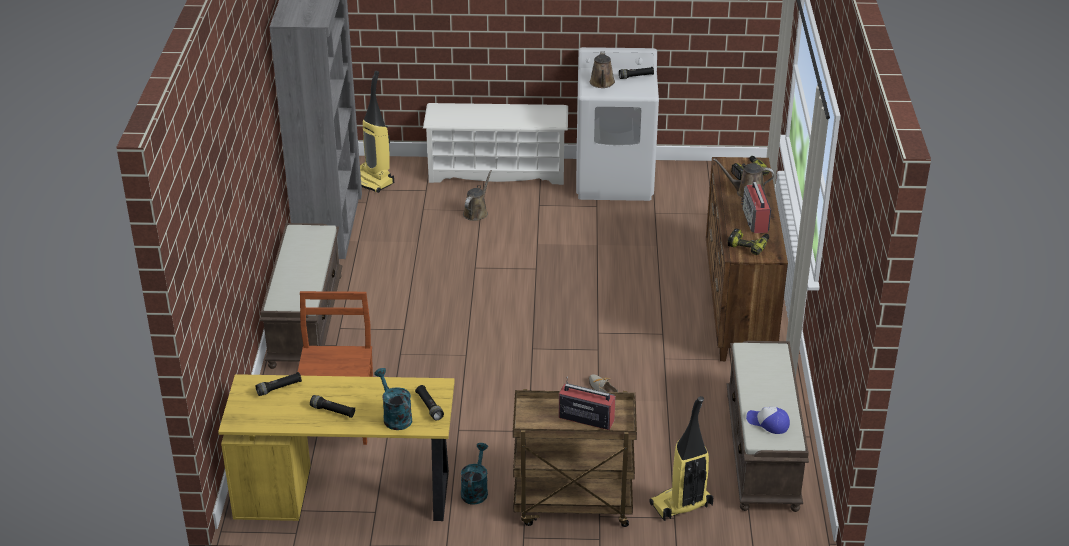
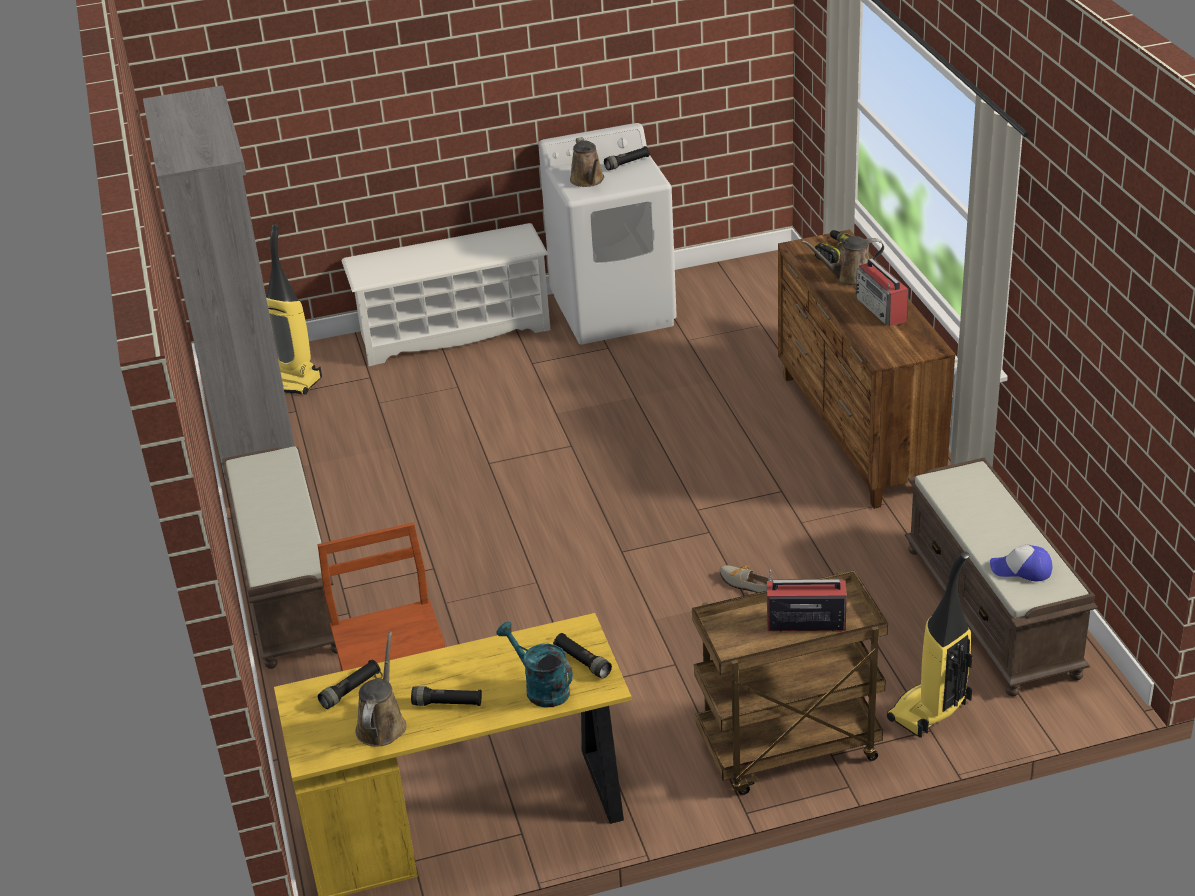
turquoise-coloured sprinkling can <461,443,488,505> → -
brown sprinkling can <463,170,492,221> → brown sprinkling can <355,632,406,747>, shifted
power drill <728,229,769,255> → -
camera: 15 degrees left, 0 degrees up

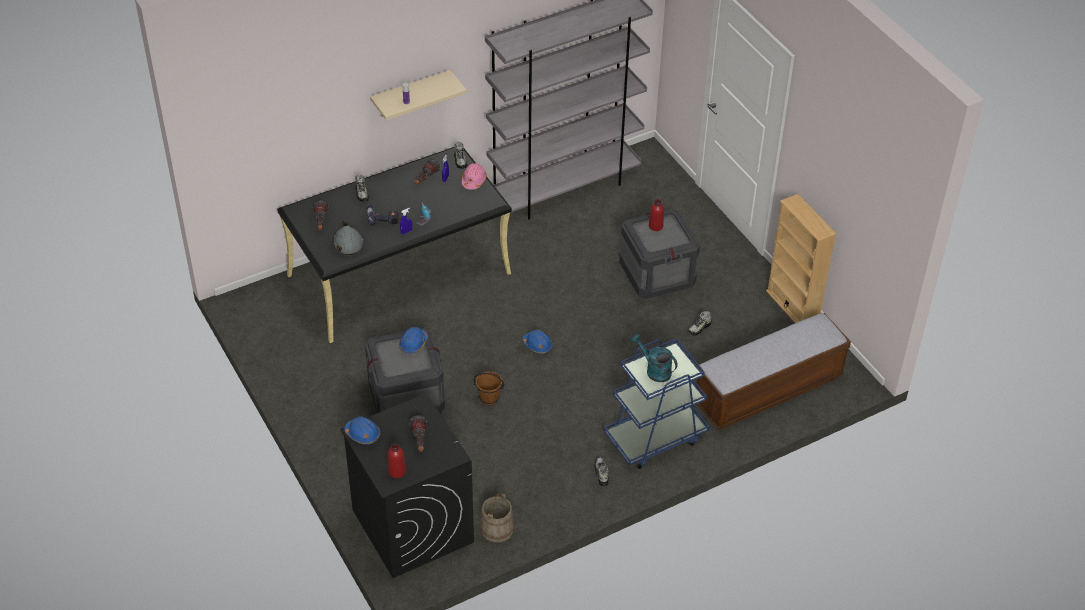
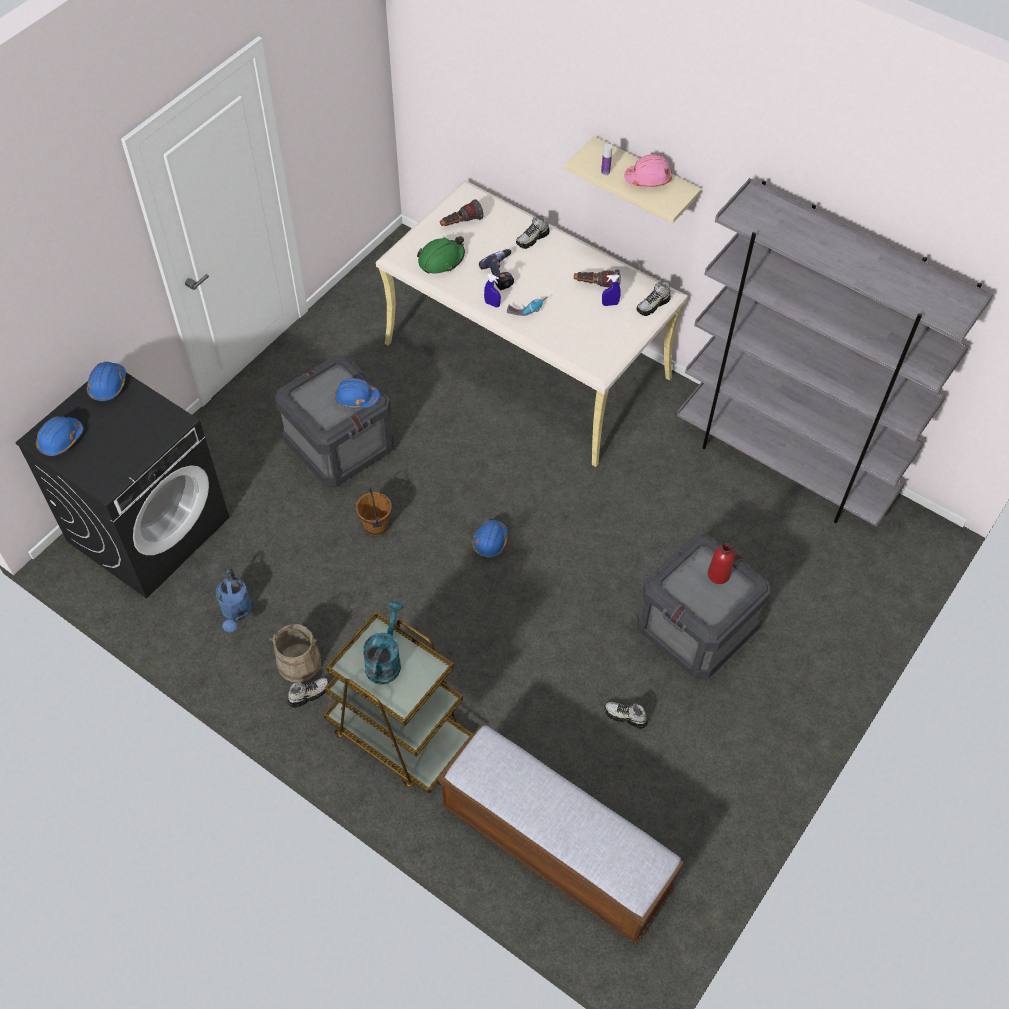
black desk unit <277,147,512,343> → sand-coloured desk unit <376,180,688,467>
grey safety helmet <333,221,364,255> → greenish safety helmet <417,236,465,274>
red drink bottle <388,443,406,478> → bluish safety helmet <36,416,83,456>
hand torch <409,415,427,452> → -
pinkish safety helmet <461,163,487,190> → pinkish safety helmet <624,154,672,187>, shifted
sand-coloured pail <480,493,514,543> → sand-coloured pail <269,624,321,682>, shifted
bluish trolley <604,338,709,469> → brown trolley <323,611,473,794>
sand-coloured bookshelf <766,194,837,323> → -
- → bluish sprinkling can <216,569,252,633>
camera: 65 degrees right, 10 degrees up

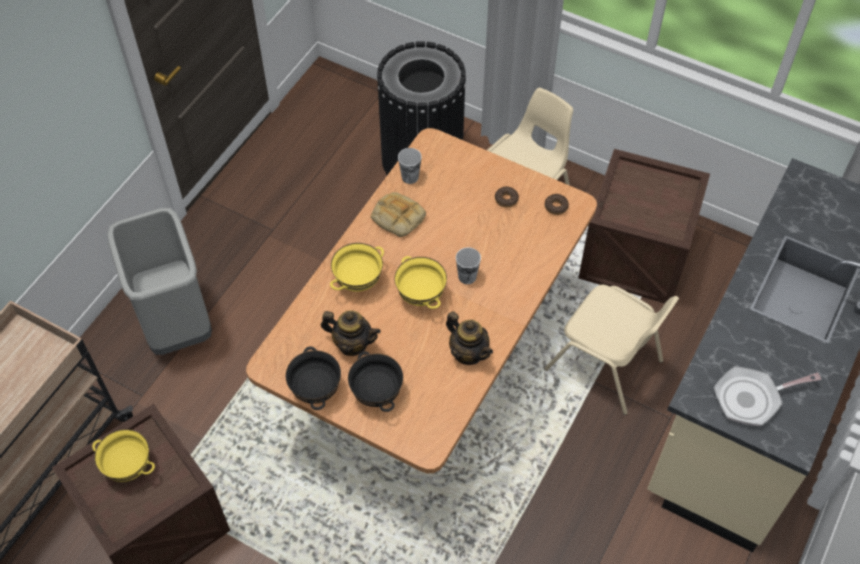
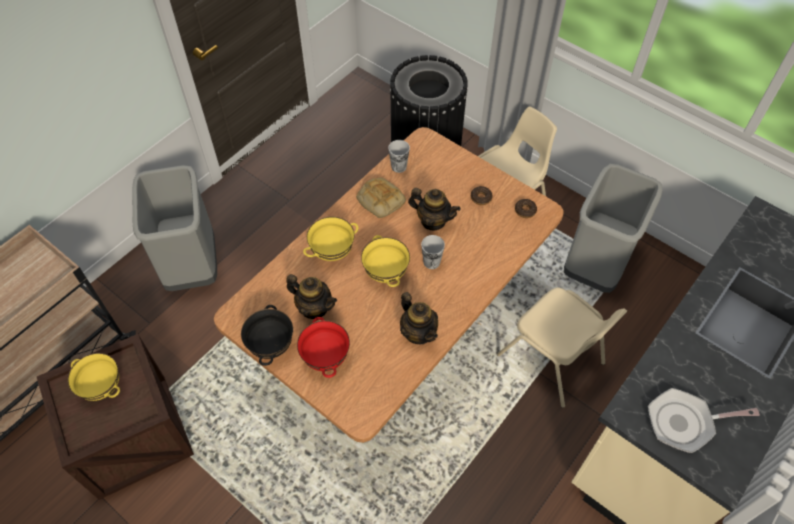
black serving bowl <348,351,403,412> → red serving bowl <297,317,350,378>
packing crate <578,149,710,303> → grey trash can <564,163,663,293>
- → pot for tea <408,188,460,230>
camera: 10 degrees right, 0 degrees up

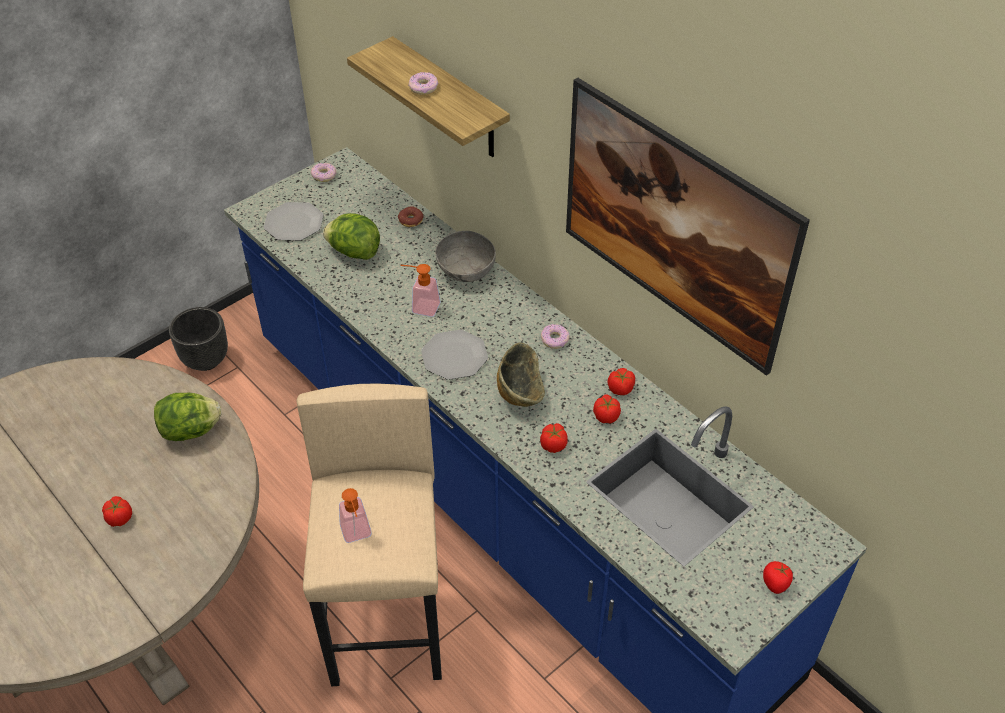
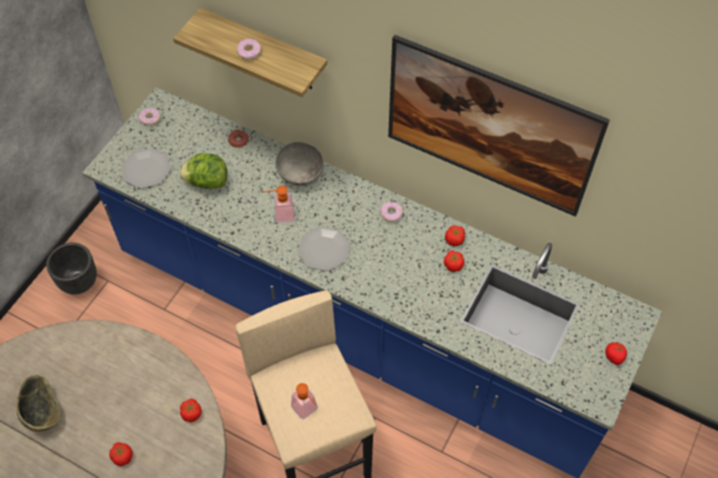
head of lettuce <154,393,221,441> → -
serving bowl <497,342,545,407> → serving bowl <16,375,61,432>, shifted
fresh tomato <540,423,568,453> → fresh tomato <180,399,202,422>, shifted
camera: 20 degrees left, 10 degrees up

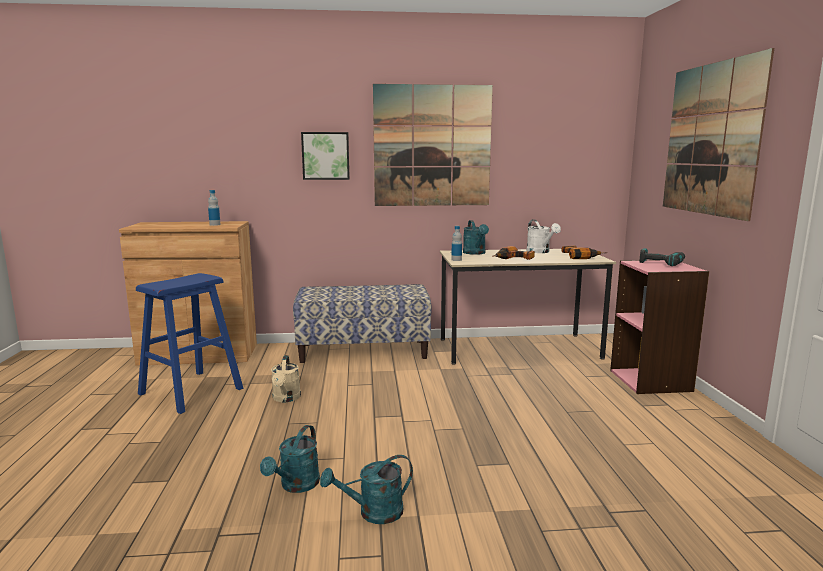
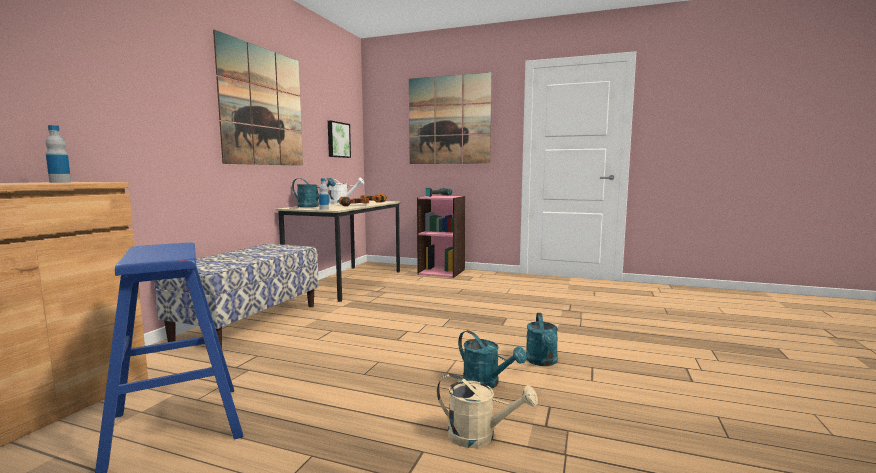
sand-coloured sprinkling can <271,355,301,402> → sand-coloured sprinkling can <437,374,538,448>, shifted
wall art <301,132,350,180> → wall art <328,121,351,158>, shifted
camera: 65 degrees left, 5 degrees down

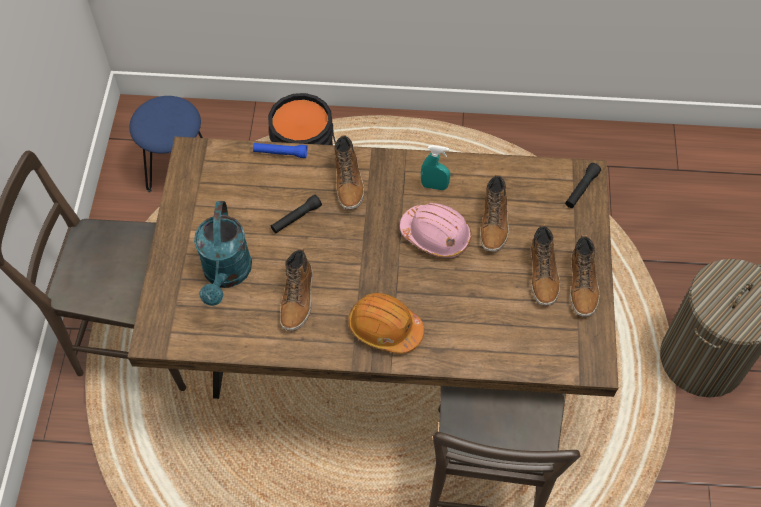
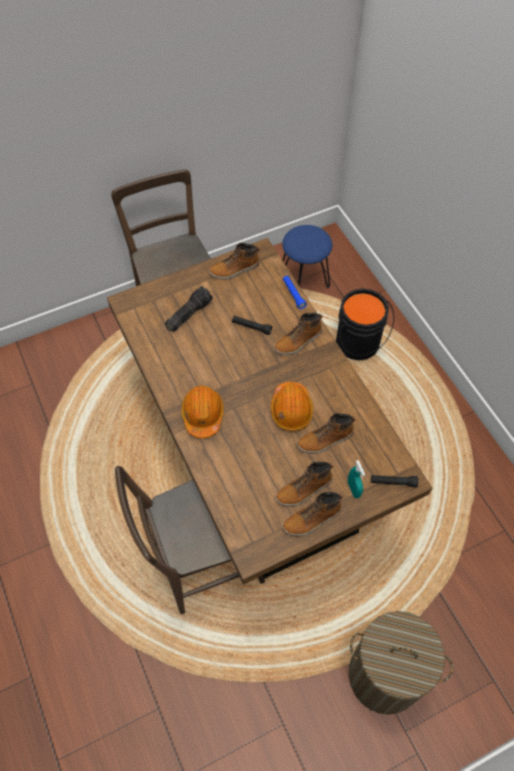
turquoise-coloured sprinkling can <194,201,252,306> → hand torch <165,286,213,332>
high-top boot <280,249,313,331> → high-top boot <209,243,259,280>, shifted
pinkish safety helmet <400,203,472,258> → orange safety helmet <271,382,313,431>
turquoise-coloured sprayer <421,145,450,190> → turquoise-coloured sprayer <348,460,365,498>, shifted
camera: 60 degrees right, 0 degrees up

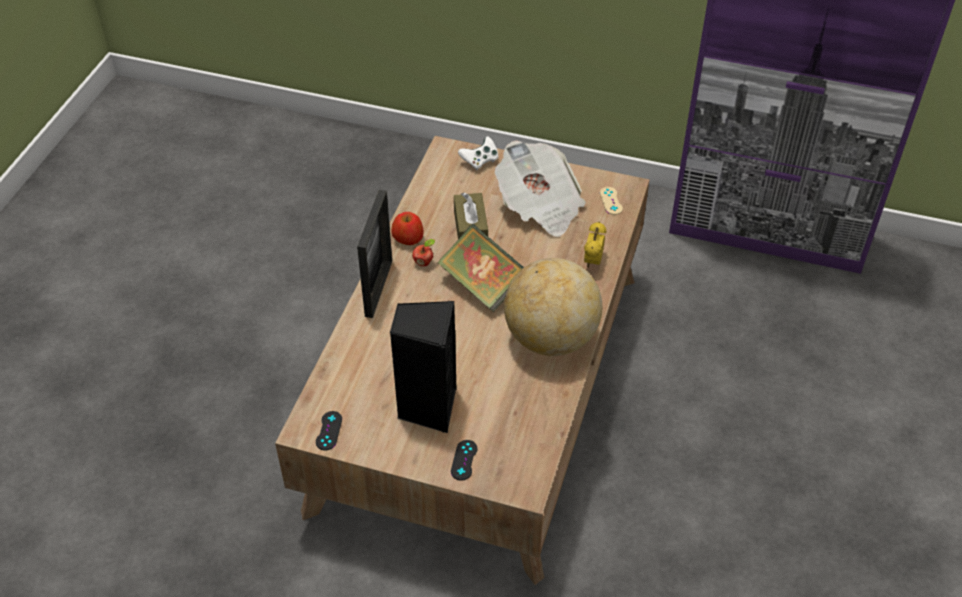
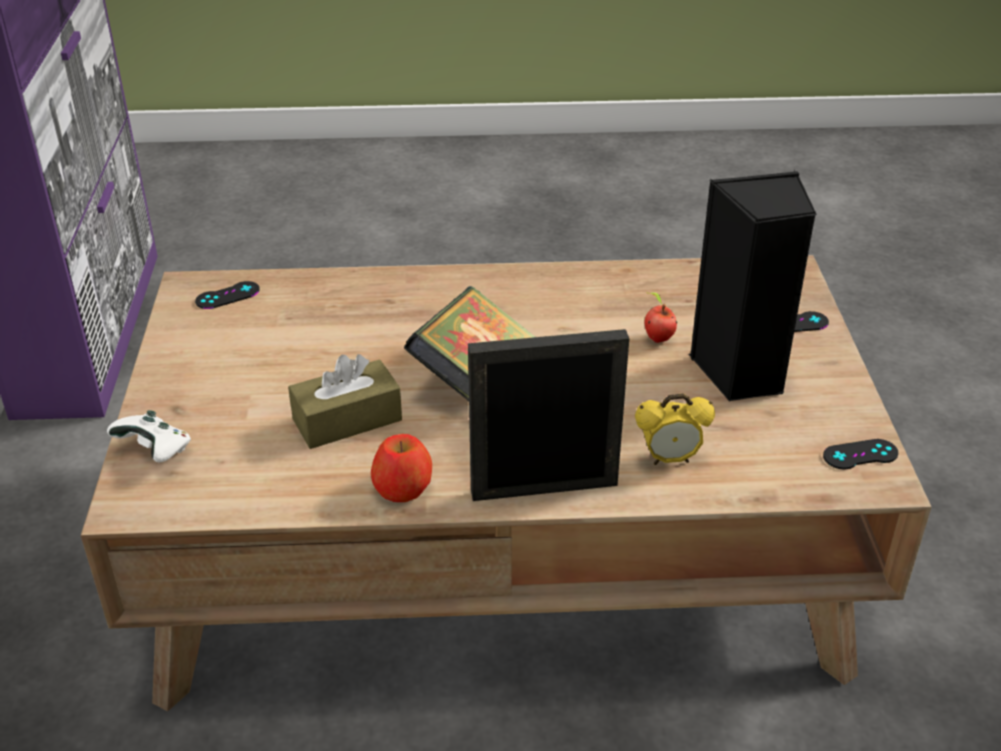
whole apple <412,239,435,266> → whole apple <644,292,677,343>, shifted
daily paper <495,140,586,237> → -
desk globe <504,258,602,356> → -
bedside clock <584,221,606,267> → bedside clock <635,393,715,465>, shifted
sand-coloured joypad <600,187,623,215> → black joypad <195,281,260,309>
camera: 110 degrees left, 10 degrees down

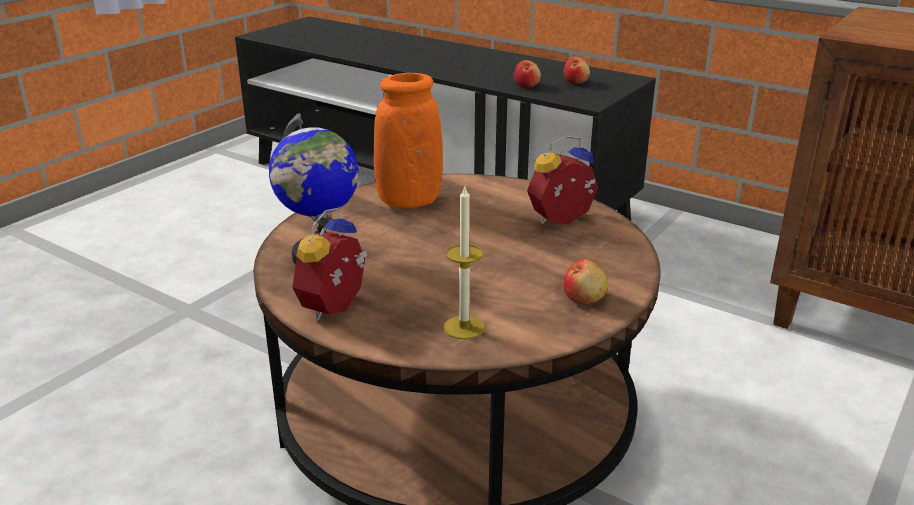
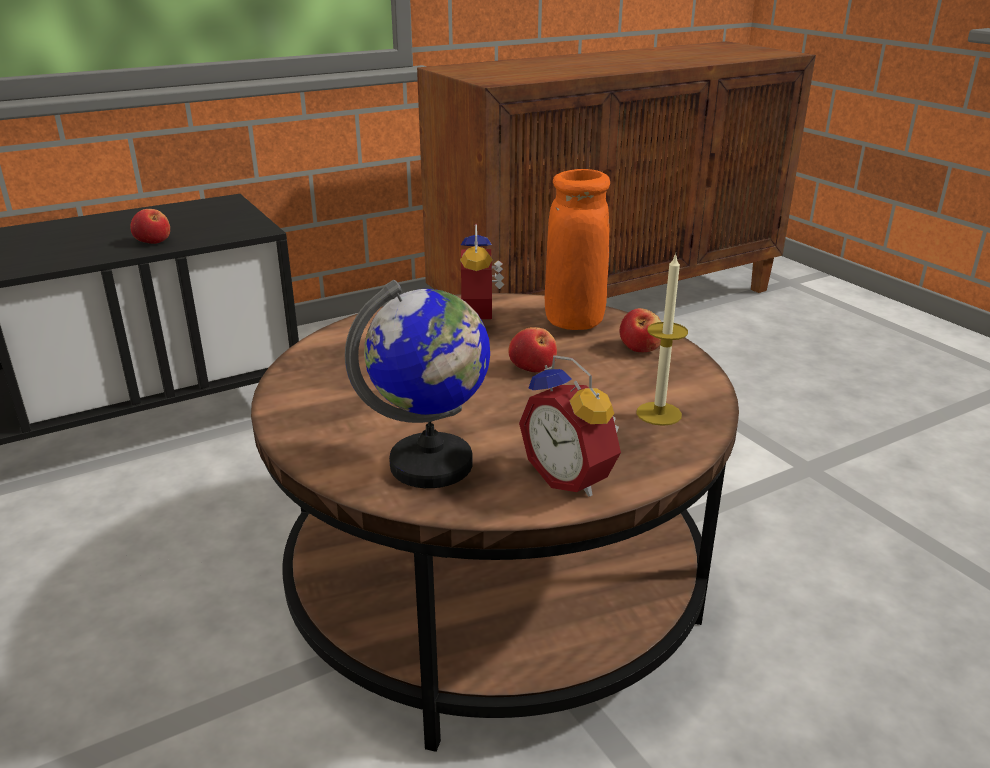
orange vase <373,73,443,208> → orange vase <545,169,610,330>, shifted
whole apple <563,57,590,84> → whole apple <509,327,557,372>, shifted
camera: 65 degrees left, 0 degrees up

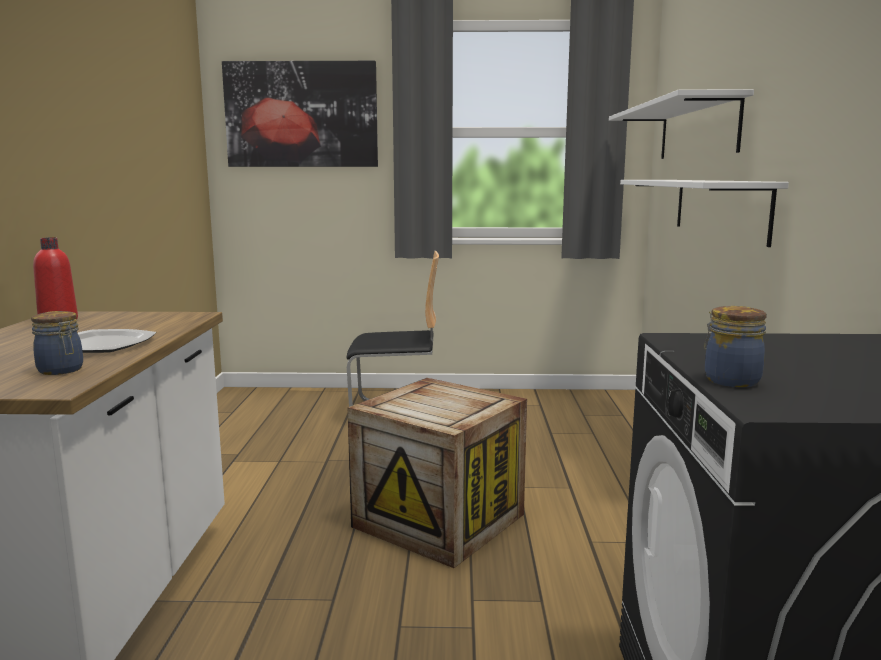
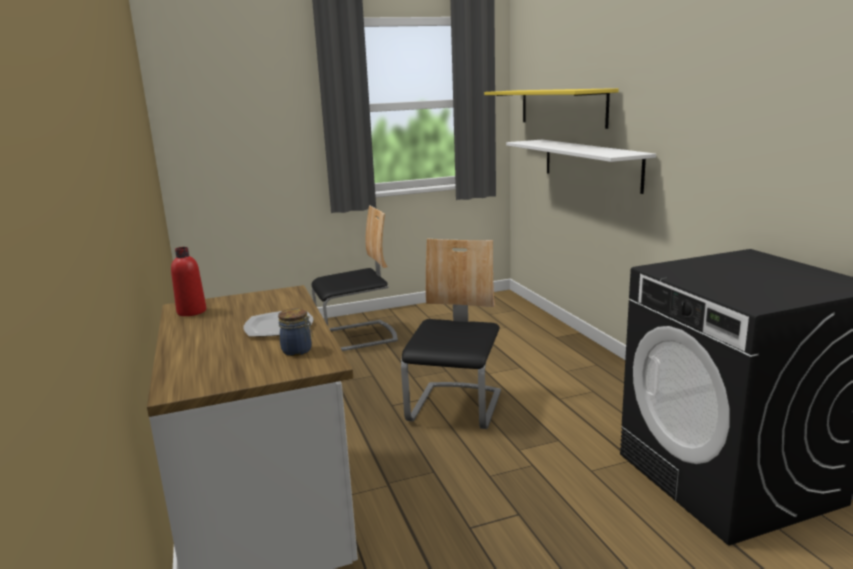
wall art <222,61,378,167> → -
packing crate <348,378,527,568> → chair <401,238,501,429>
white-coloured shelf <609,89,754,159> → yellow-coloured shelf <484,88,619,129>
preserve jar <704,306,767,387> → -
camera: 20 degrees left, 5 degrees up

